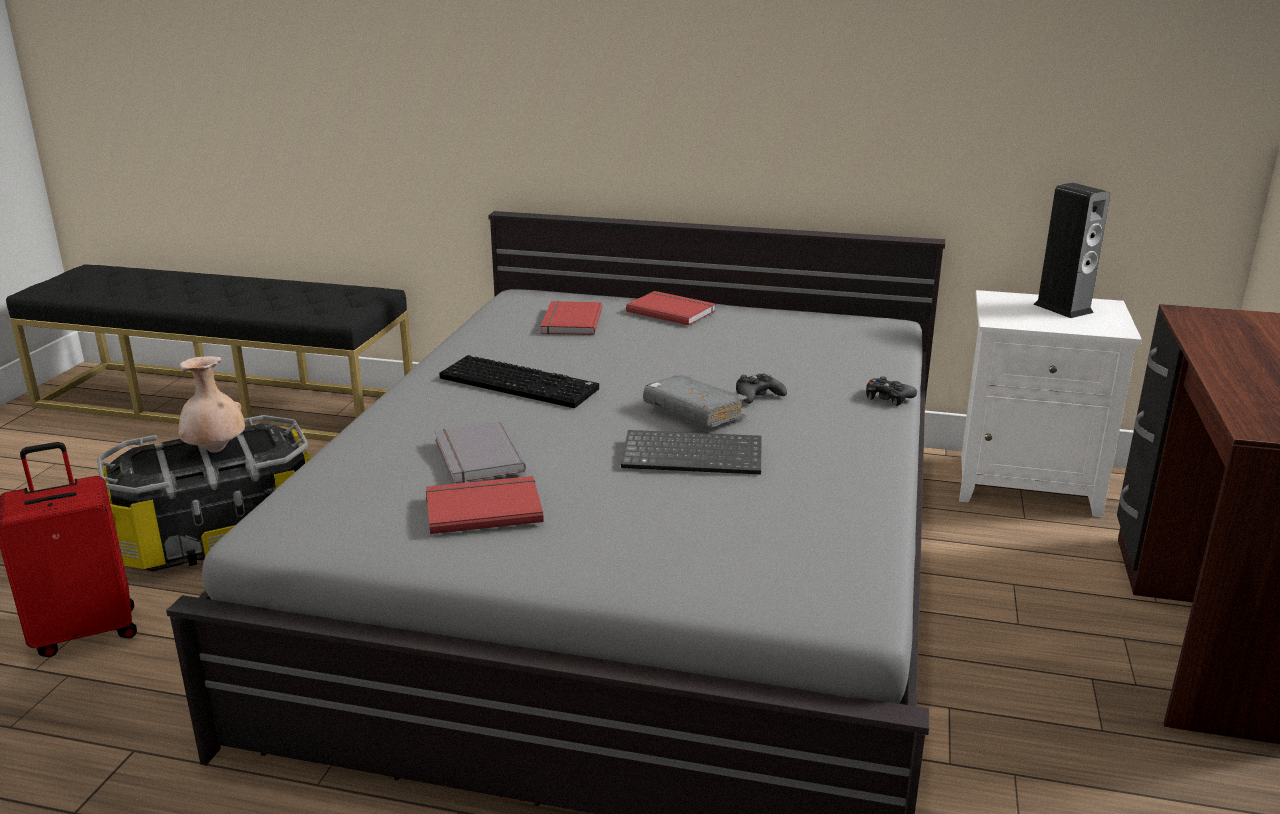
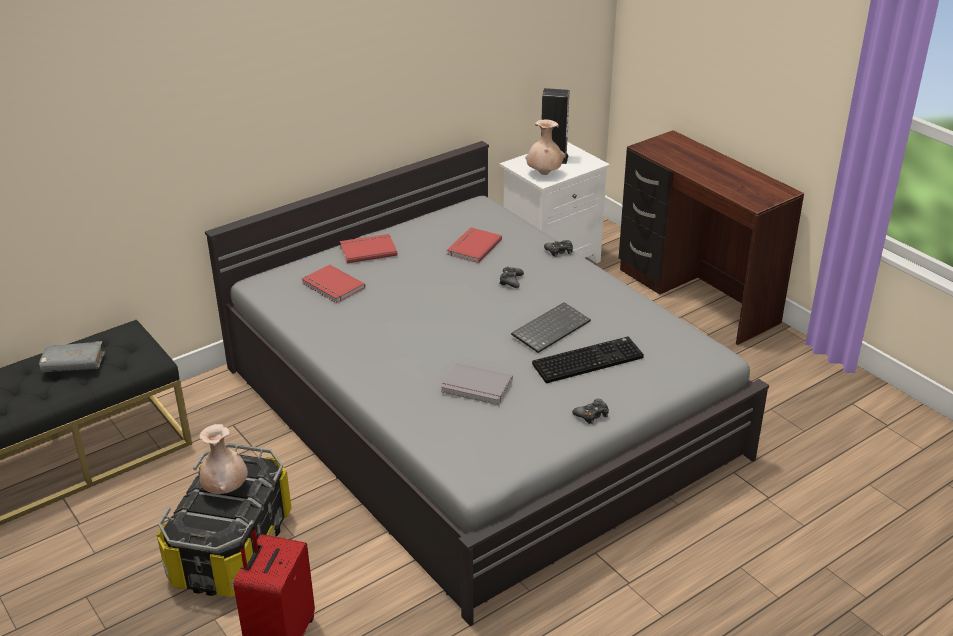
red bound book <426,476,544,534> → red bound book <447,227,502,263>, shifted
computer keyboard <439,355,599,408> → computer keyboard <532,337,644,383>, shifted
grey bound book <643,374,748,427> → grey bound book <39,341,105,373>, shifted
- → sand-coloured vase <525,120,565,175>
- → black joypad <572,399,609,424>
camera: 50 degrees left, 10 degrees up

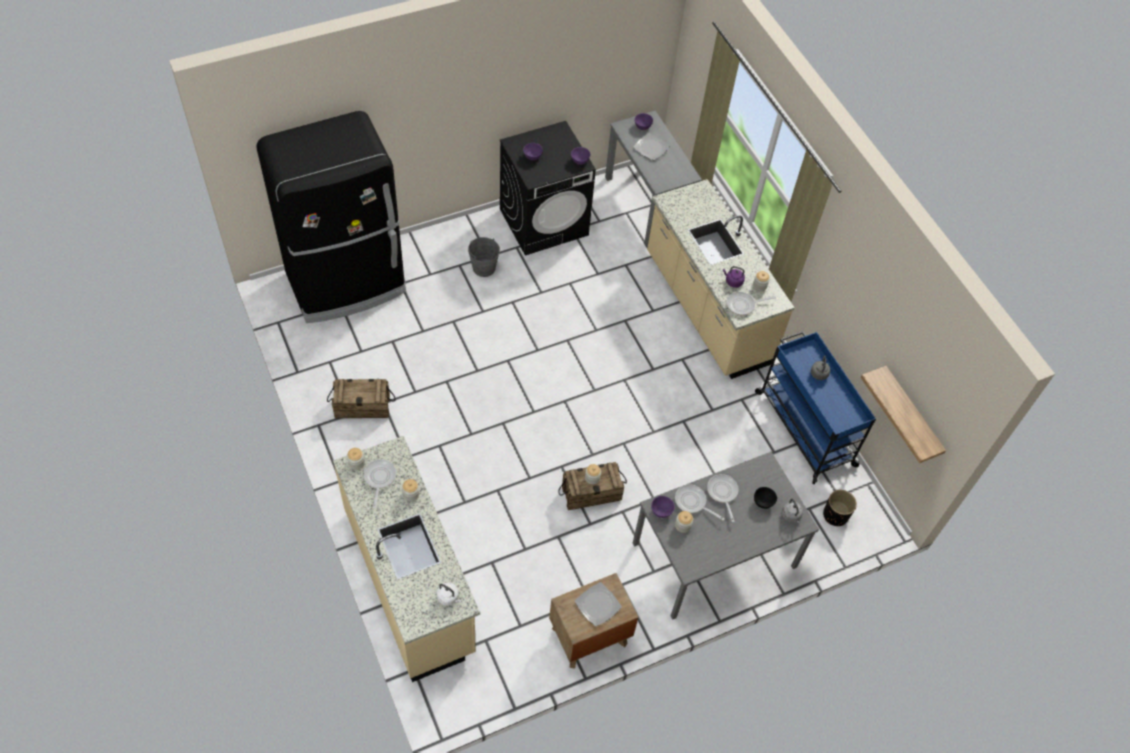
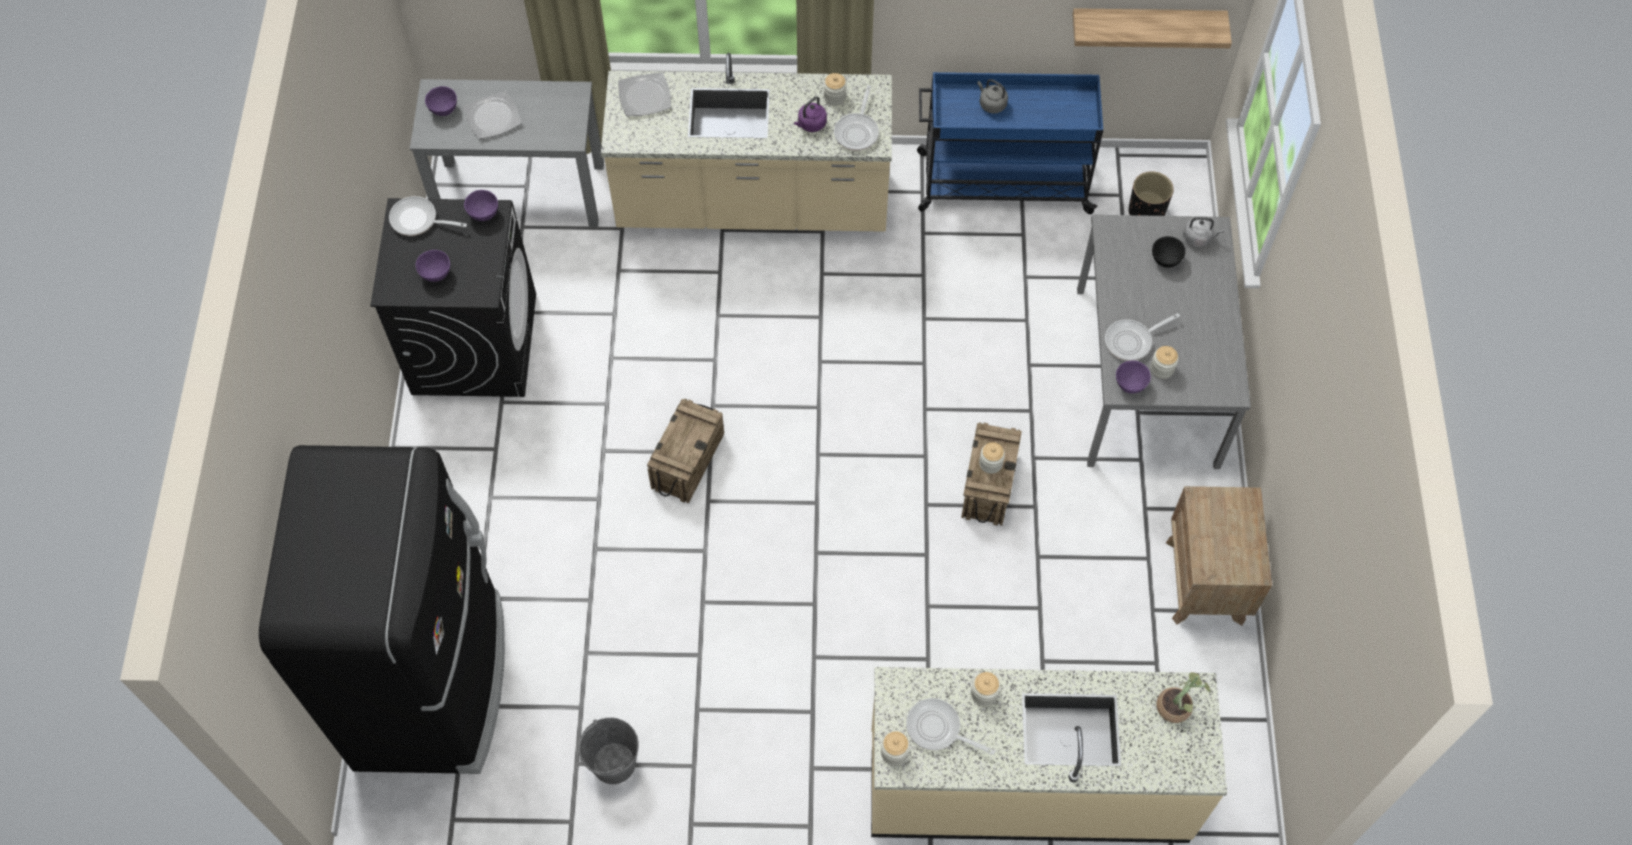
packing crate <327,379,395,418> → packing crate <647,399,724,503>, shifted
white-coloured kettle <437,582,461,606> → plant in a pot <1156,672,1211,723>
grey pail <468,237,500,277> → grey pail <578,717,639,784>, shifted
dinner plate <575,582,622,626> → dinner plate <618,72,671,116>, shifted
pan <707,474,738,522> → pan <389,196,467,236>, shifted
camera: 60 degrees left, 5 degrees up

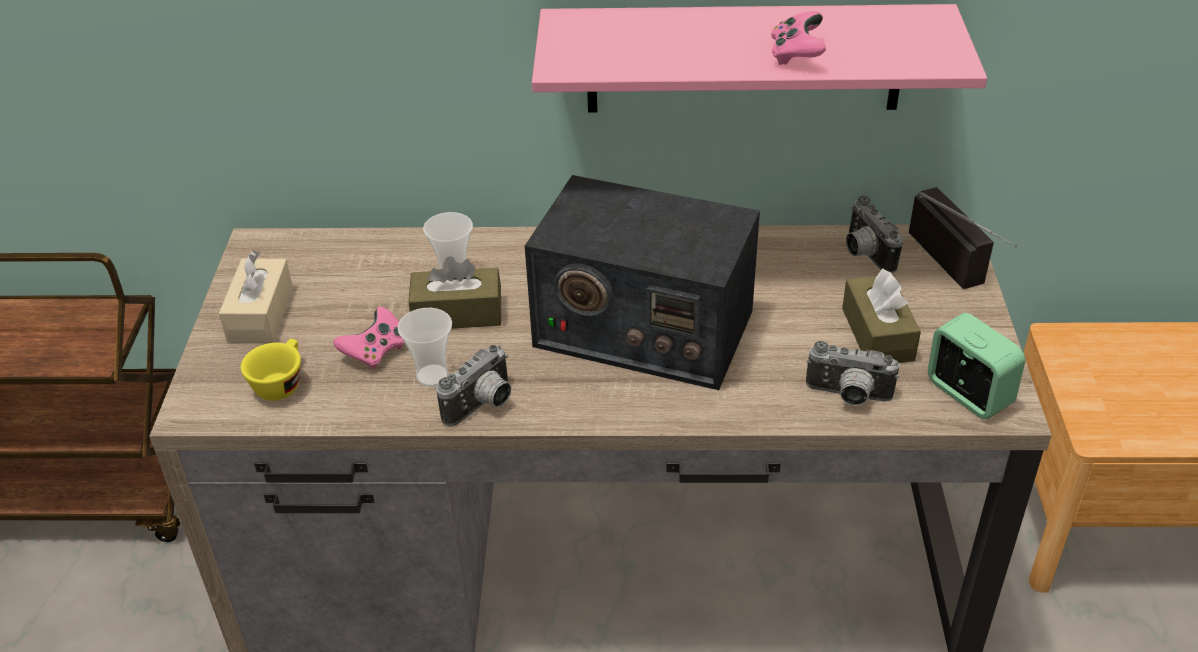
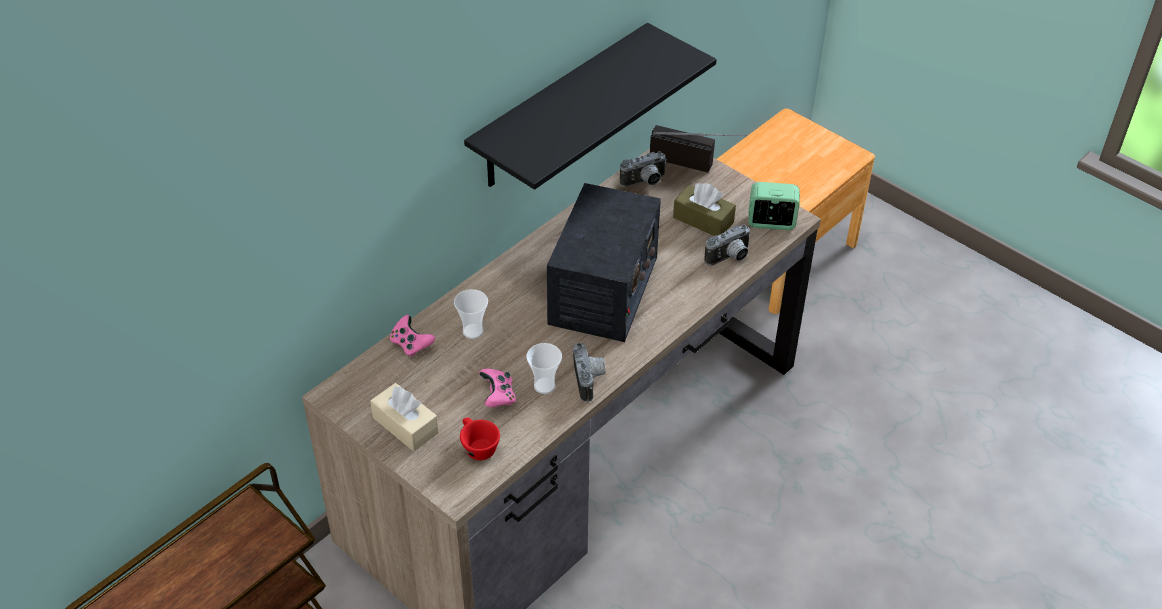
yellow-coloured cup <241,339,301,401> → red cup <460,417,500,460>
brown tissue box <409,256,501,329> → -
radio set <525,175,760,390> → radio set <547,183,661,342>, 45 degrees counterclockwise
pinkish shelf <532,4,987,113> → black shelf <464,23,717,190>
pinkish joypad <771,11,826,65> → pinkish joypad <390,315,435,357>, shifted
photo camera <846,196,903,273> → photo camera <620,151,667,187>, 45 degrees counterclockwise
camera: 50 degrees left, 5 degrees up

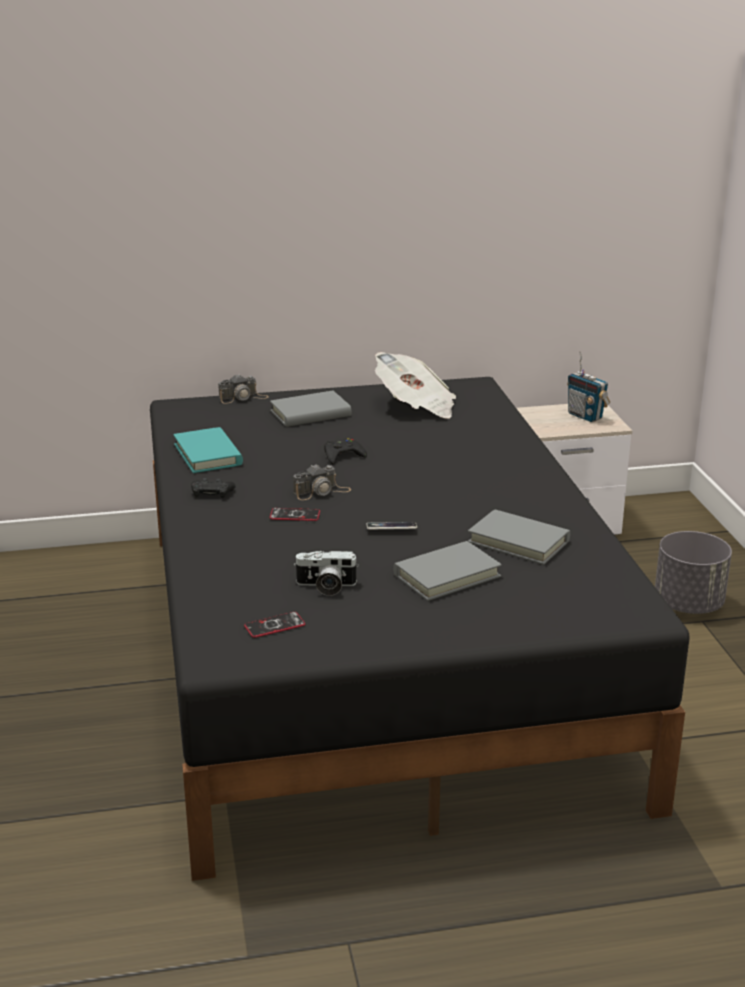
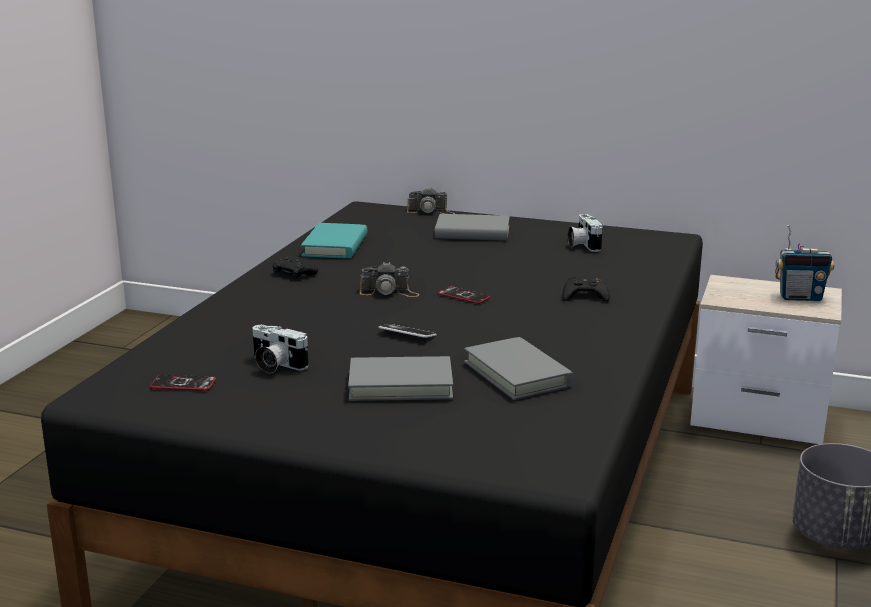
telephone <270,508,320,521> → telephone <438,286,491,304>, shifted
black joypad <324,438,367,464> → black joypad <562,276,610,302>, shifted
daily paper <375,352,456,419> → photo camera <568,214,603,252>
radio set <567,351,610,422> → radio set <775,225,834,301>, 75 degrees counterclockwise
camera: 30 degrees right, 5 degrees down

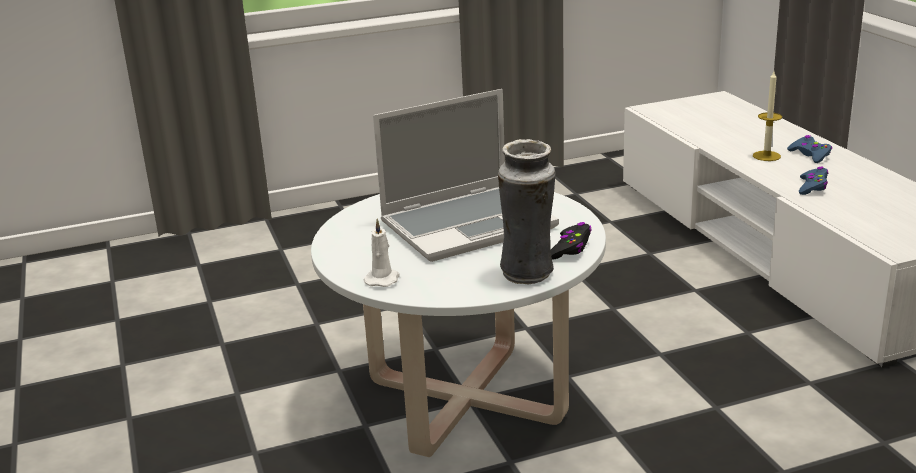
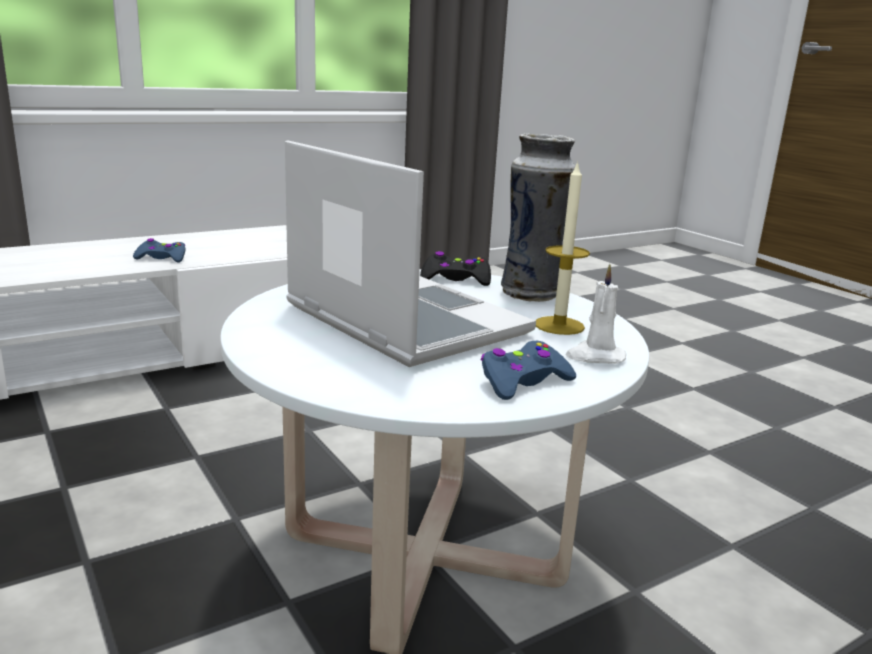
wax light <753,71,782,161> → wax light <536,161,590,335>, shifted
bluish joypad <787,135,832,163> → bluish joypad <481,341,576,400>, shifted
camera: 105 degrees left, 5 degrees down

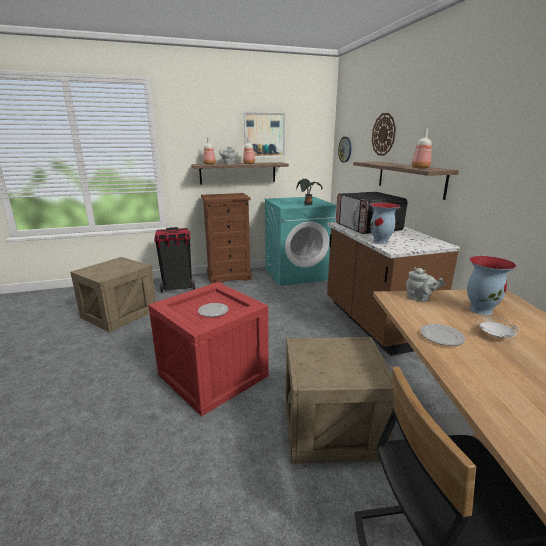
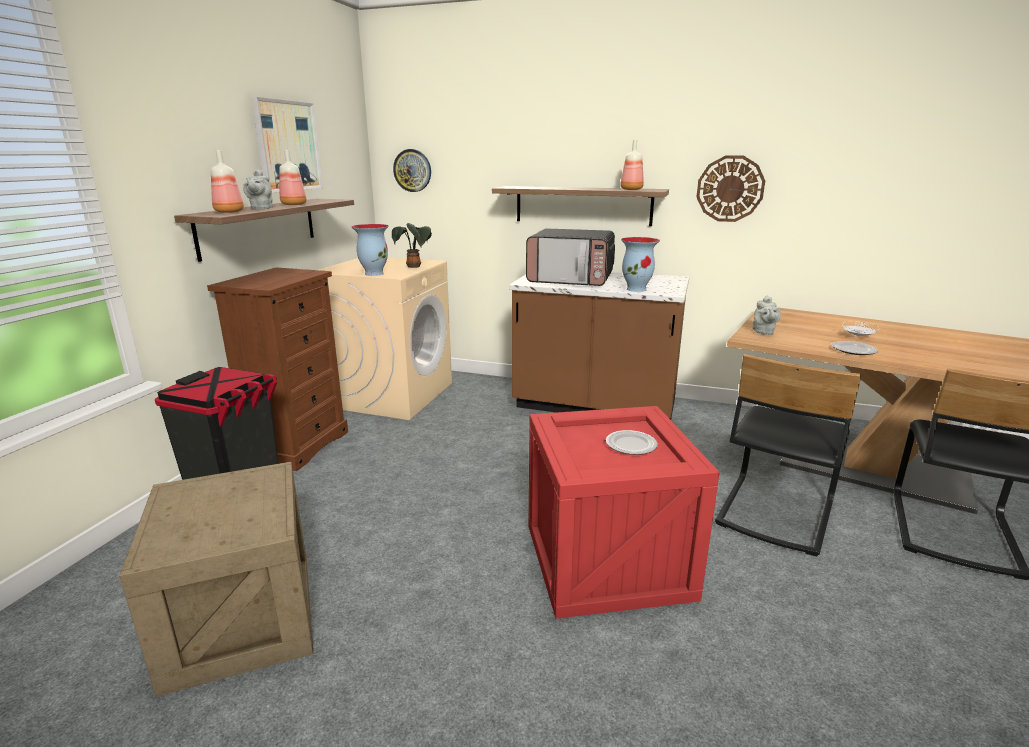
turquoise-coloured laundry appliance <265,196,336,286> → sand-coloured laundry appliance <319,257,452,420>
packing crate <285,337,394,464> → black chair <715,354,861,556>
hanging clock <372,113,396,156> → hanging clock <697,155,765,222>, shifted
grey pot for tea <406,268,444,302> → grey pot for tea <752,295,781,335>, 120 degrees clockwise
vase <467,256,517,315> → vase <352,224,389,276>, shifted
camera: 55 degrees left, 0 degrees up

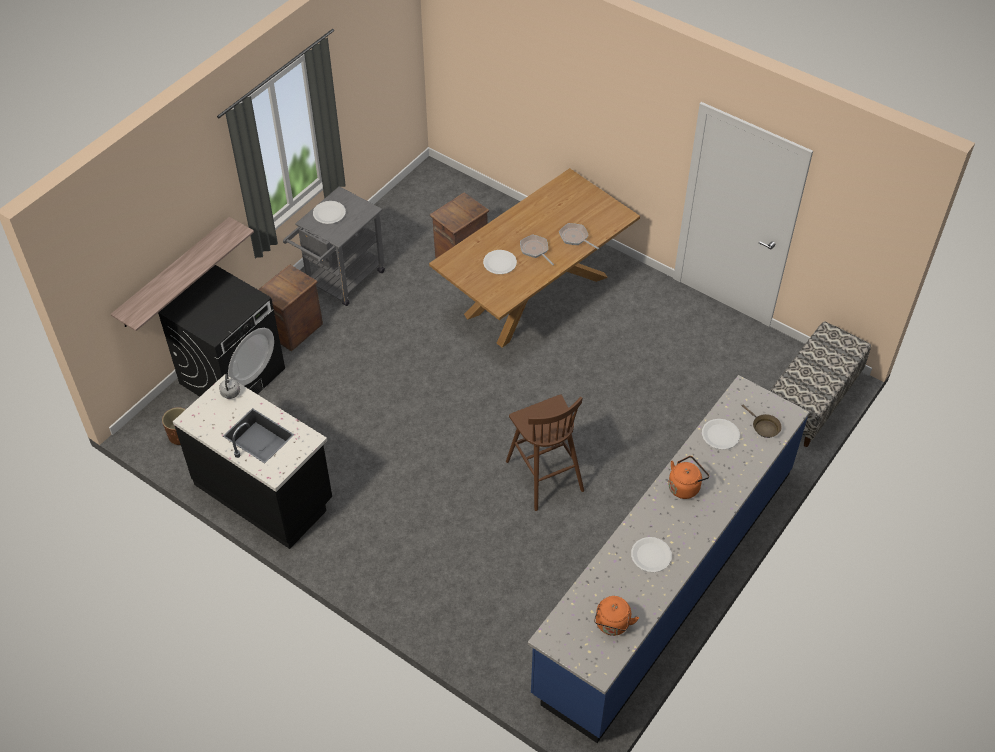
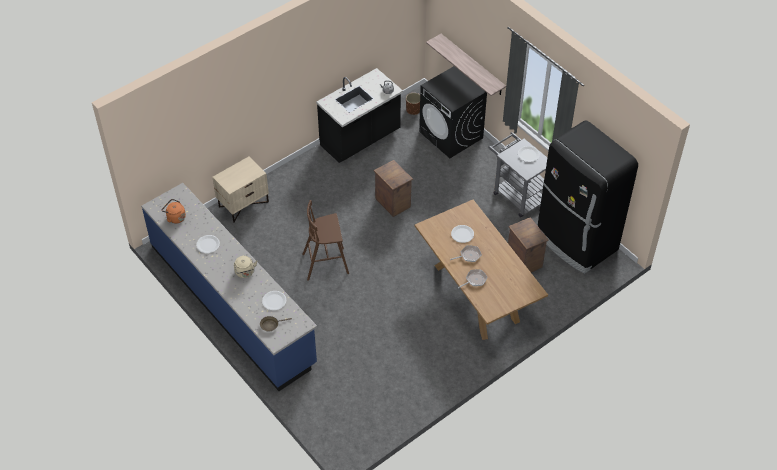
packing crate <258,264,323,351> → packing crate <374,160,413,217>, shifted
orange kettle <668,456,709,499> → sand-coloured kettle <234,256,257,278>
indoor bench <770,321,871,447> → -
- → sand-coloured bedside table <213,156,269,223>
- → black fridge <537,120,638,274>
camera: 105 degrees right, 0 degrees up

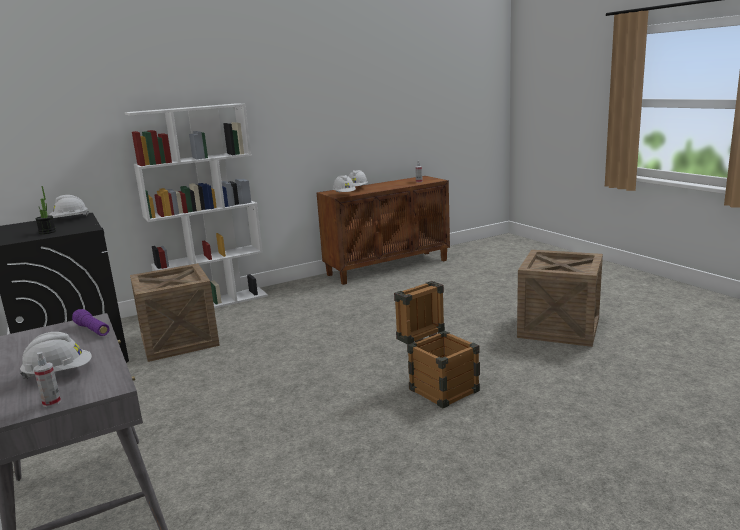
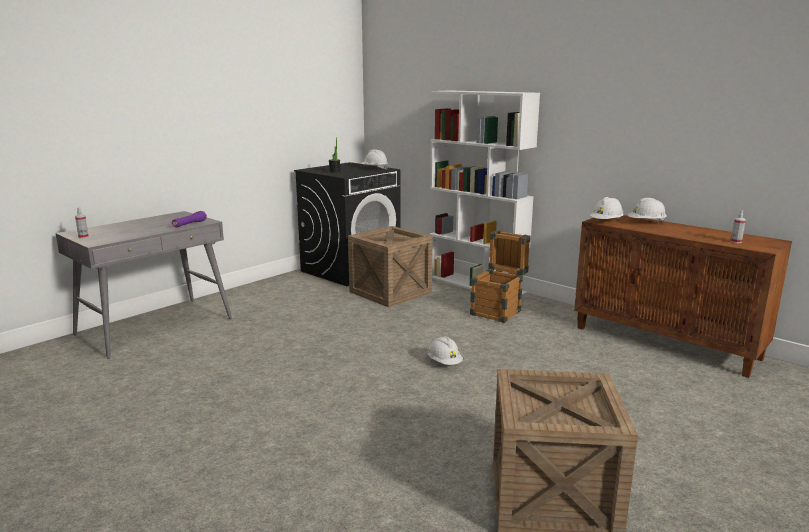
white-coloured safety helmet <20,332,92,379> → white-coloured safety helmet <428,336,463,365>, shifted
packing crate <394,281,480,408> → packing crate <470,230,531,323>, shifted
camera: 70 degrees right, 0 degrees up

